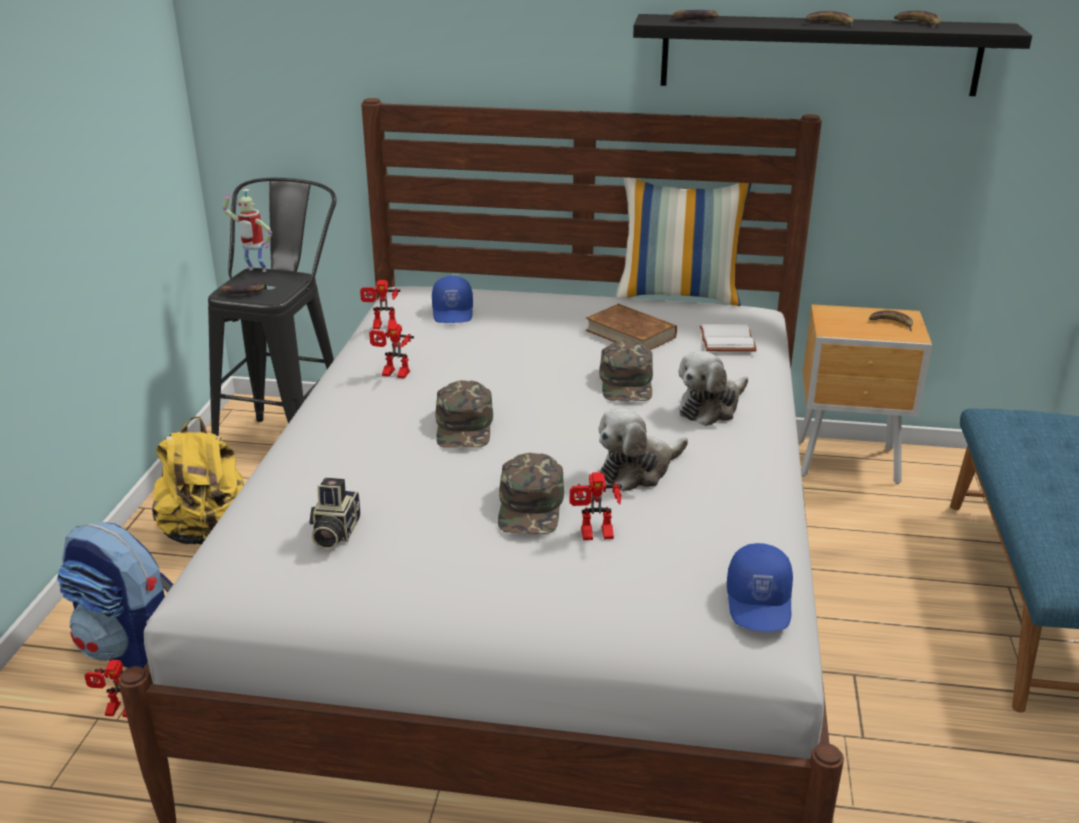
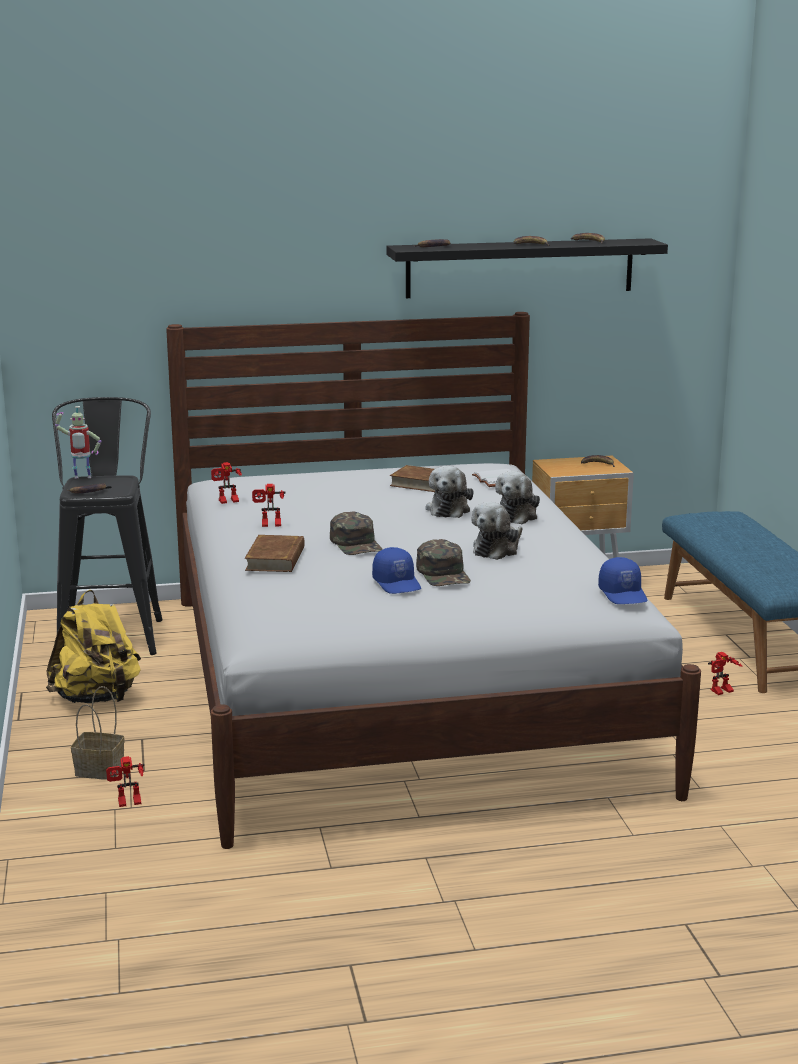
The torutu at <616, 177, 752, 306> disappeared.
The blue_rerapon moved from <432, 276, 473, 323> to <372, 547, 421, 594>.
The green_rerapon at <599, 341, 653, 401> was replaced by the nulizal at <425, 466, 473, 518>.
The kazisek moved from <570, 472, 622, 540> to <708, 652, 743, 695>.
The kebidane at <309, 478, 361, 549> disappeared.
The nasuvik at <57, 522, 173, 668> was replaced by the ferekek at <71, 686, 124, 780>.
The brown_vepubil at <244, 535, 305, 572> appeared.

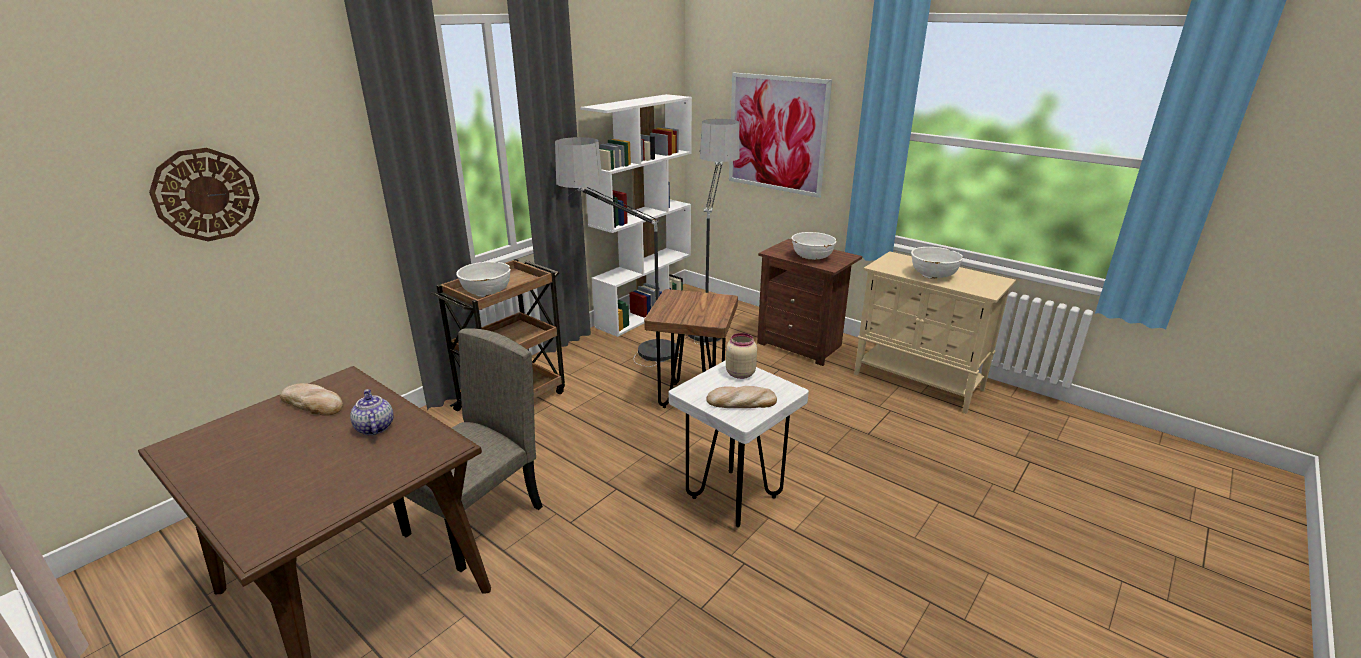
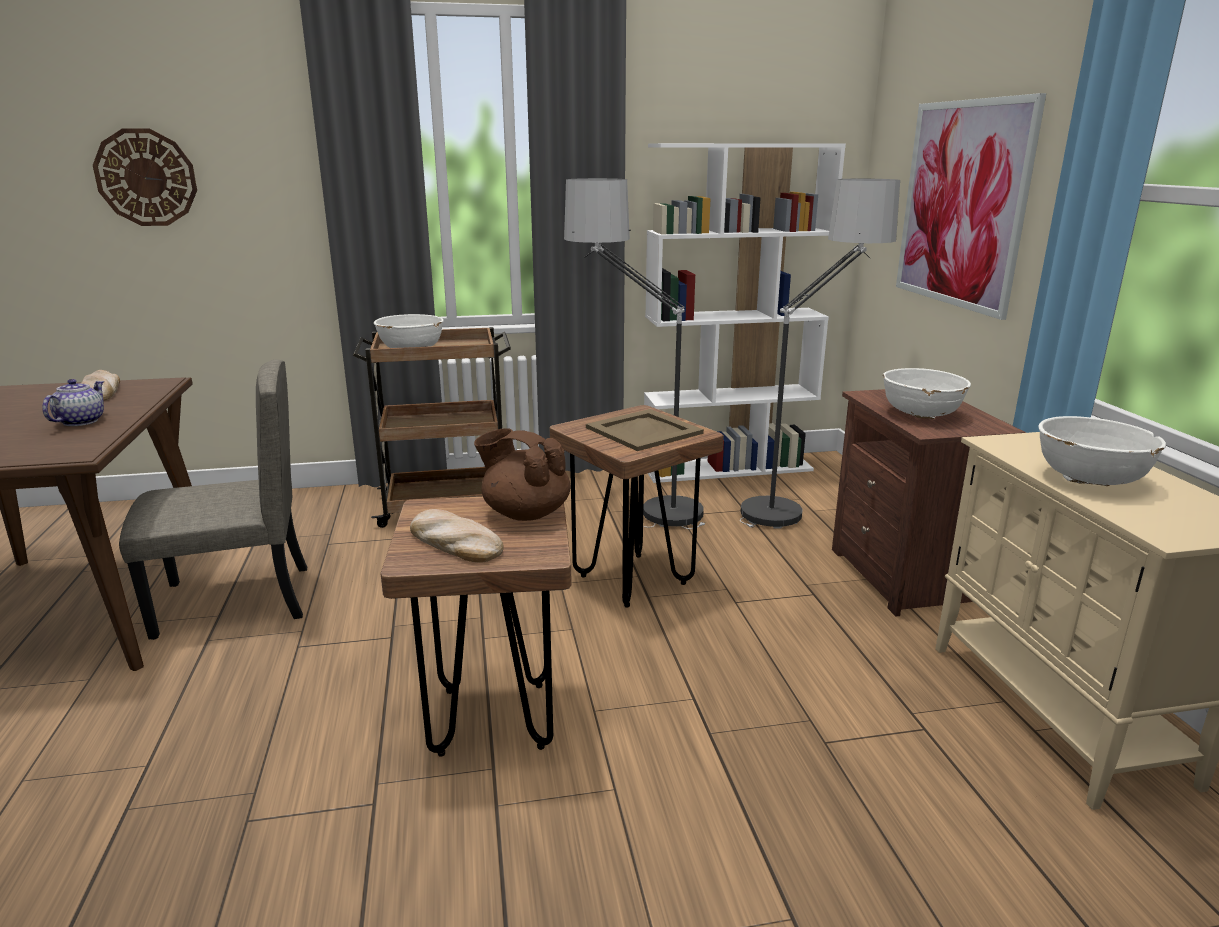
The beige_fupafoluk at <726, 333, 757, 379> was replaced by the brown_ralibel at <474, 428, 570, 521>.
The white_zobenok at <668, 360, 809, 527> became the brown_zobenok at <380, 497, 572, 757>.
The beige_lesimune at <586, 409, 704, 451> appeared.

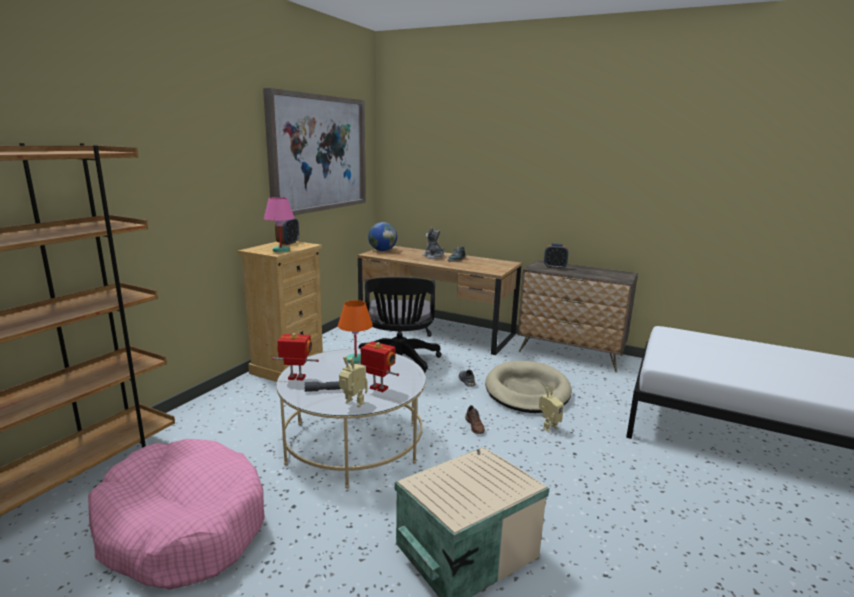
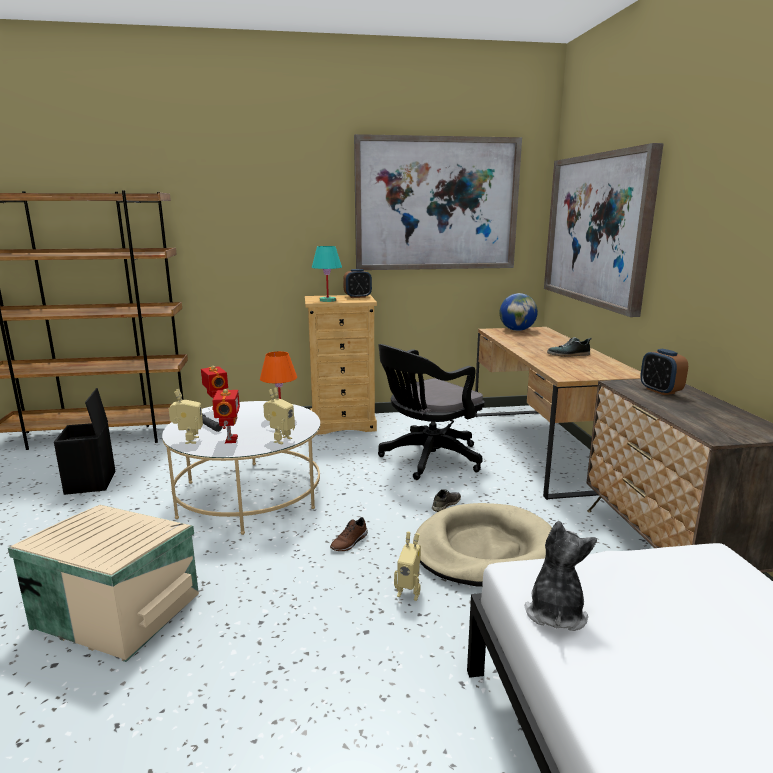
The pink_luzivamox at <264, 197, 294, 252> became the turquoise_luzivamox at <312, 246, 342, 302>.
The nulizal moved from <422, 227, 444, 259> to <525, 521, 597, 631>.
The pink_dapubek at <88, 439, 265, 590> was replaced by the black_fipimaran at <54, 388, 115, 495>.
The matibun at <544, 143, 664, 317> appeared.
The kazisek at <263, 387, 295, 444> appeared.

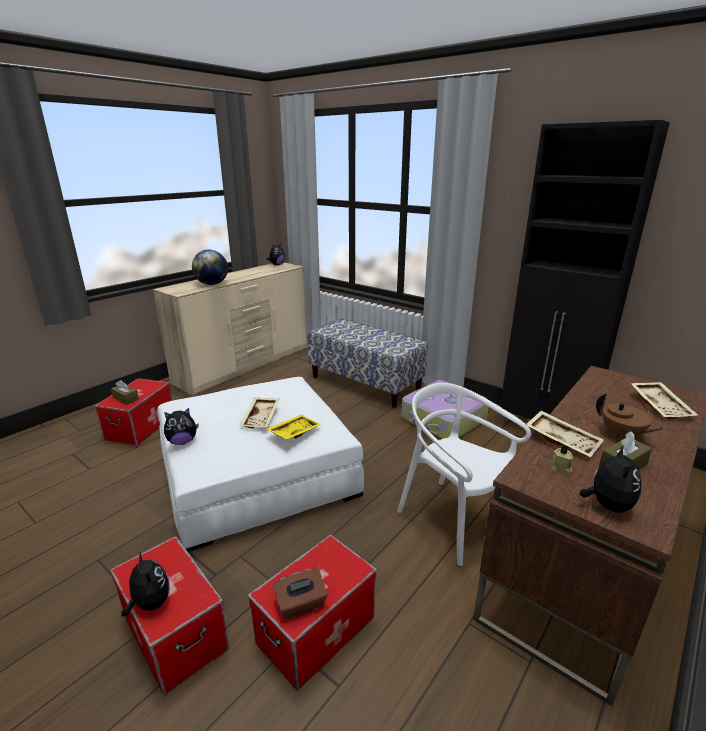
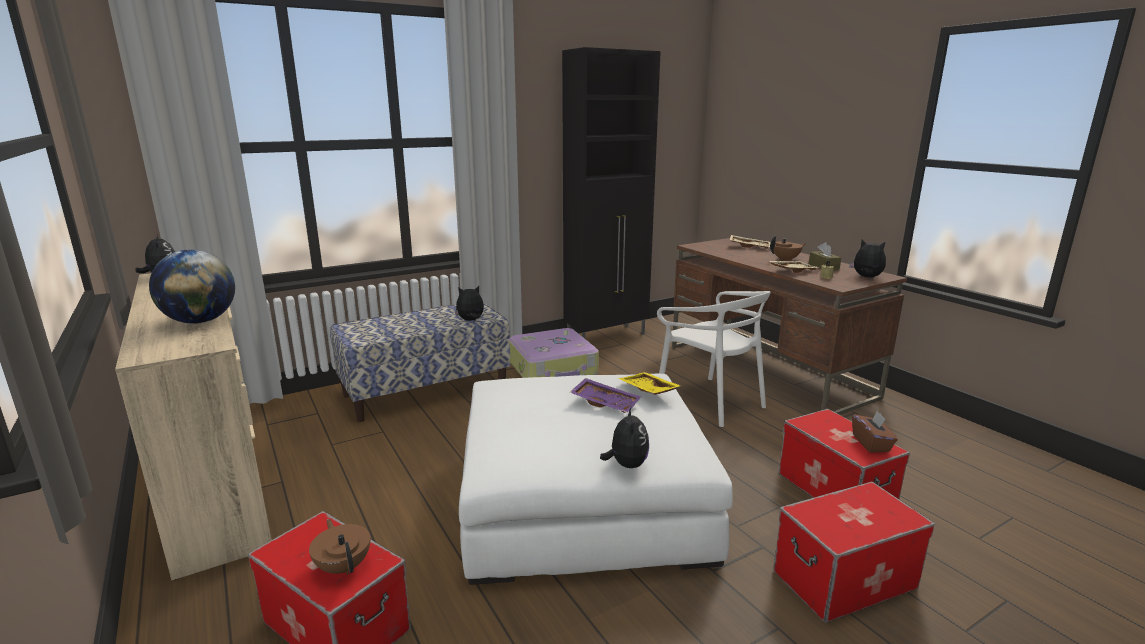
The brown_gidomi at <111, 380, 139, 405> was replaced by the brown_ralibel at <309, 519, 370, 575>.
The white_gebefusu at <397, 383, 531, 566> turned 105 degrees counterclockwise.
The beige_lesimune at <240, 398, 279, 428> became the purple_lesimune at <570, 378, 641, 413>.
The nulizal moved from <121, 551, 170, 617> to <455, 286, 484, 321>.

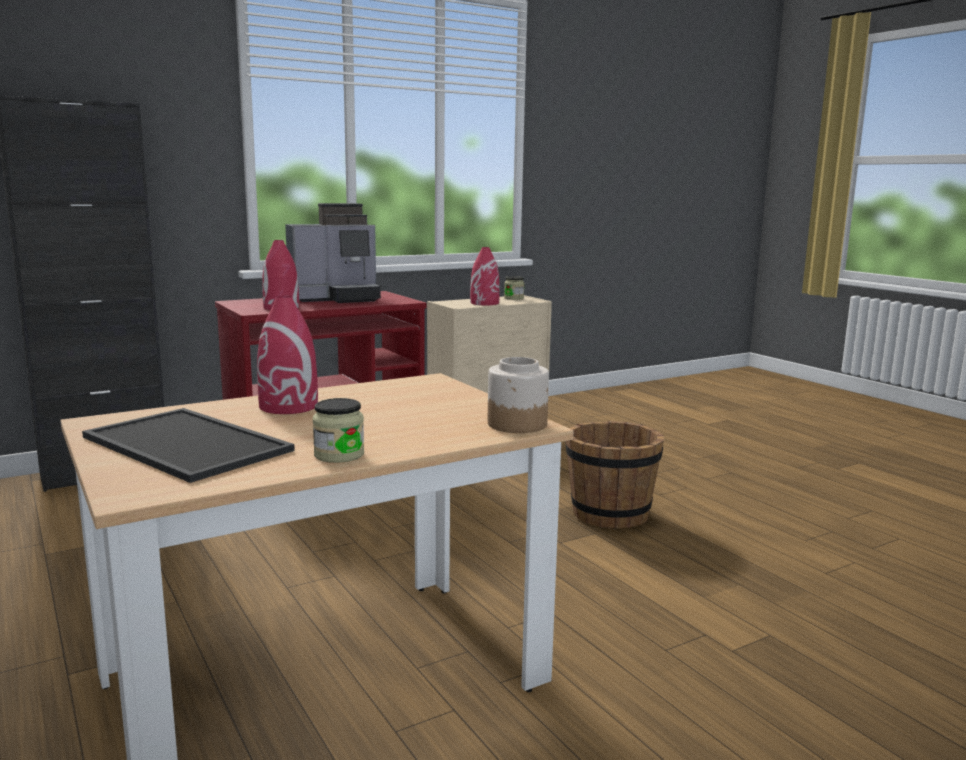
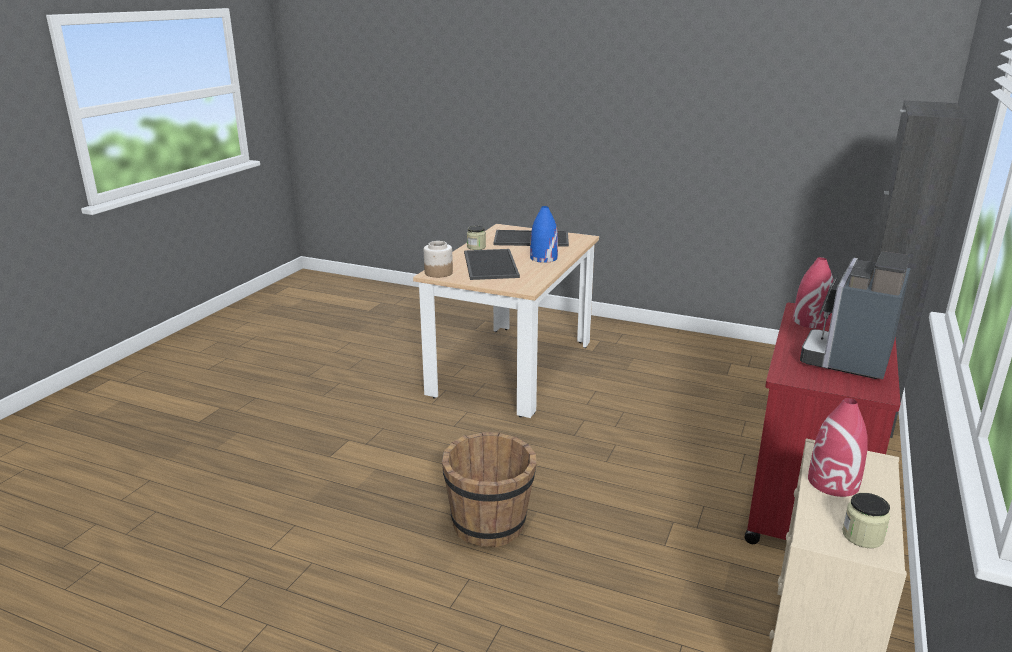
The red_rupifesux at <257, 296, 318, 414> became the blue_rupifesux at <530, 206, 558, 263>.
The lesimune at <464, 249, 520, 280> appeared.

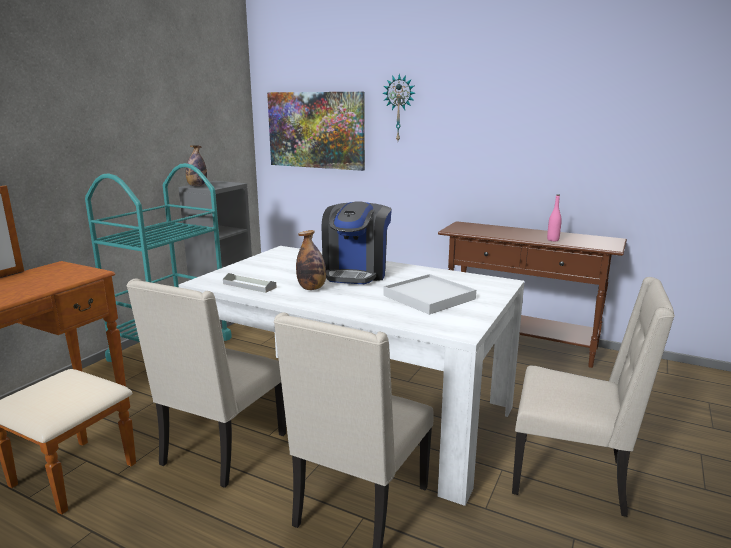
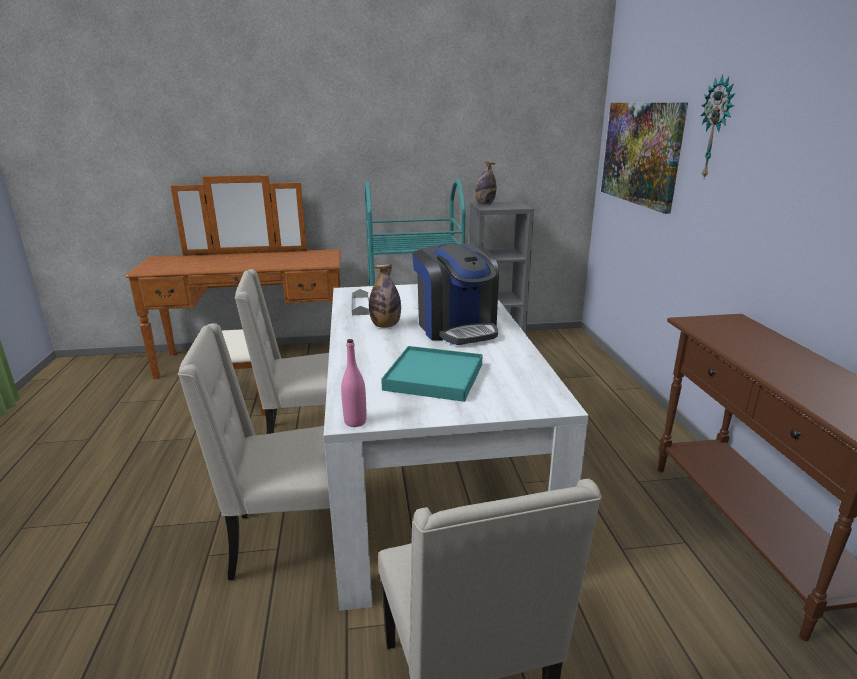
The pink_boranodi moved from <547, 194, 562, 241> to <341, 339, 367, 427>.
The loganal at <322, 201, 392, 284> turned 90 degrees counterclockwise.
The white_lesimune at <383, 274, 476, 315> became the turquoise_lesimune at <381, 346, 483, 402>.

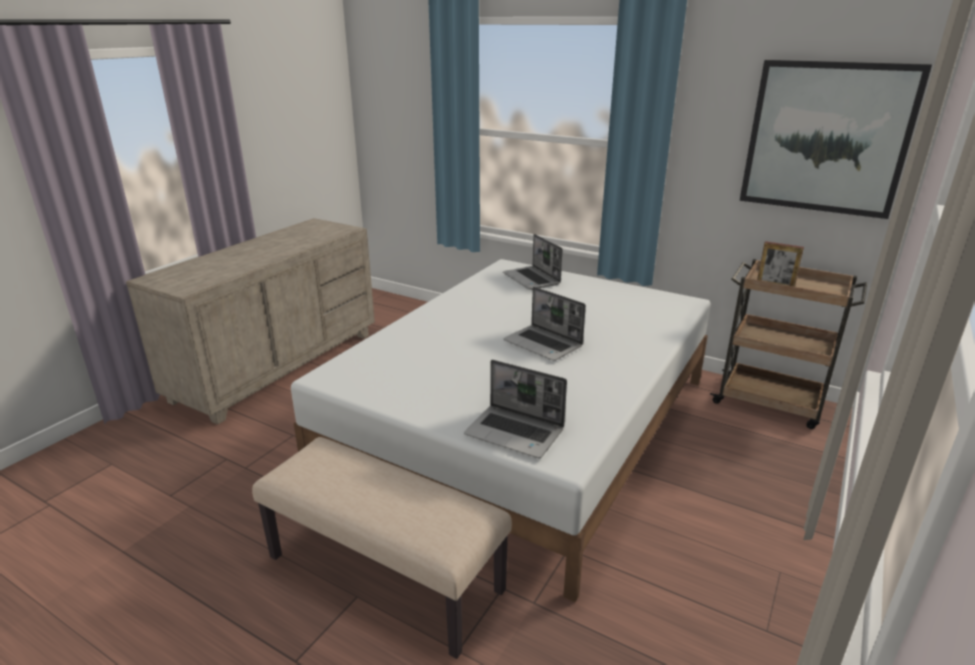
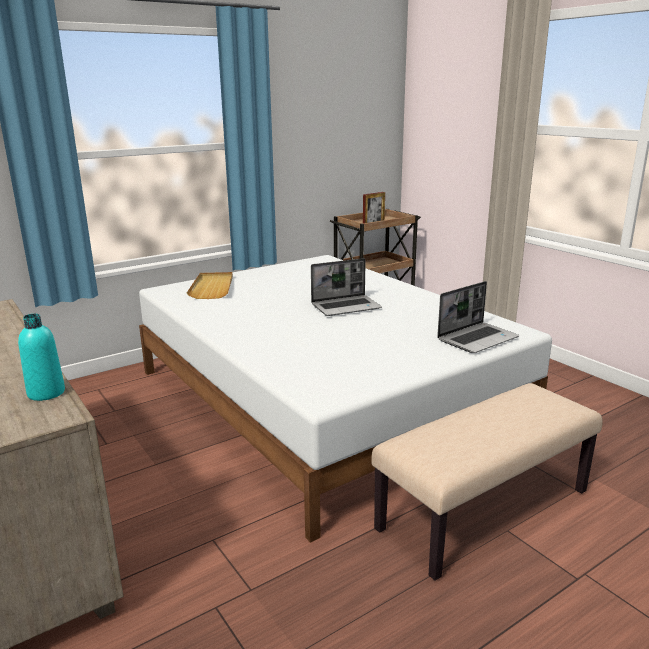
The matibun at <740, 60, 932, 219> disappeared.
The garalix at <503, 234, 562, 290> was replaced by the beige_lesimune at <187, 272, 233, 299>.
The turquoise_boranodi at <18, 314, 65, 401> appeared.

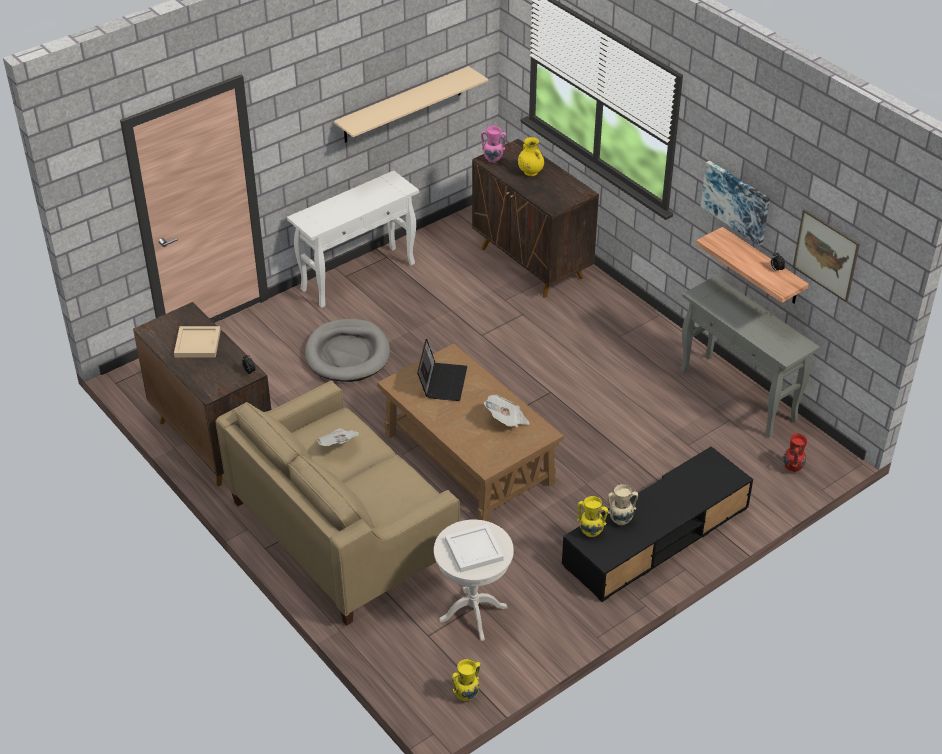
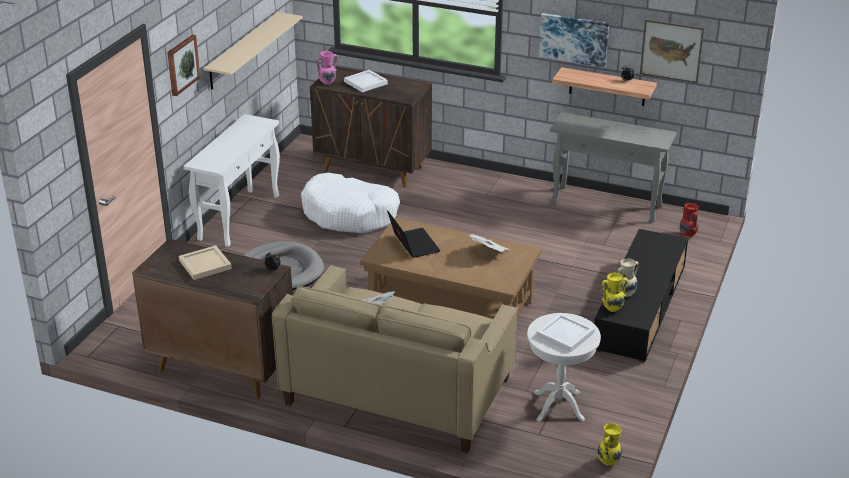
The yellow_rupifesux at <518, 137, 544, 176> was replaced by the white_lesimune at <344, 70, 388, 92>.
The matibun at <167, 35, 200, 96> appeared.
The white_dapubek at <301, 173, 400, 233> appeared.

